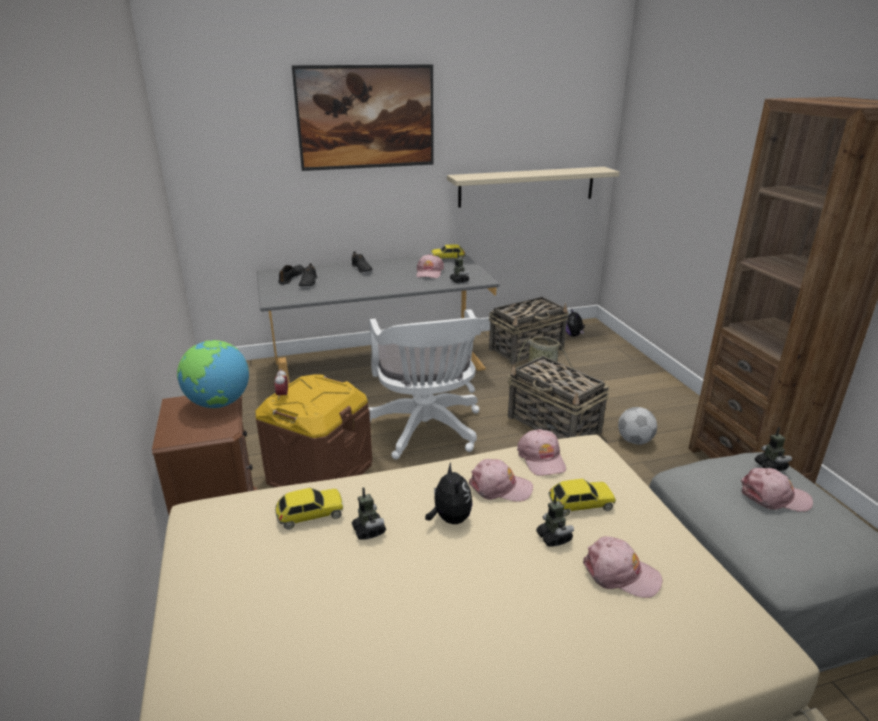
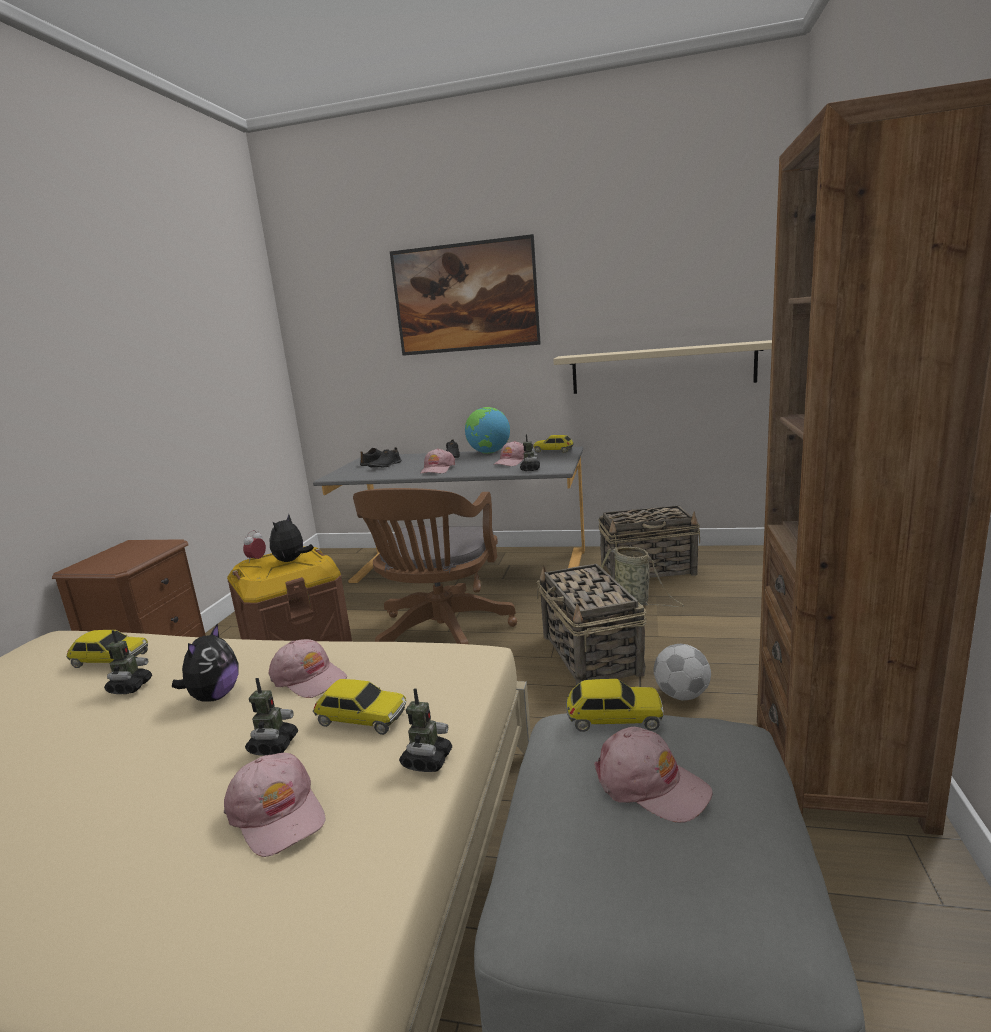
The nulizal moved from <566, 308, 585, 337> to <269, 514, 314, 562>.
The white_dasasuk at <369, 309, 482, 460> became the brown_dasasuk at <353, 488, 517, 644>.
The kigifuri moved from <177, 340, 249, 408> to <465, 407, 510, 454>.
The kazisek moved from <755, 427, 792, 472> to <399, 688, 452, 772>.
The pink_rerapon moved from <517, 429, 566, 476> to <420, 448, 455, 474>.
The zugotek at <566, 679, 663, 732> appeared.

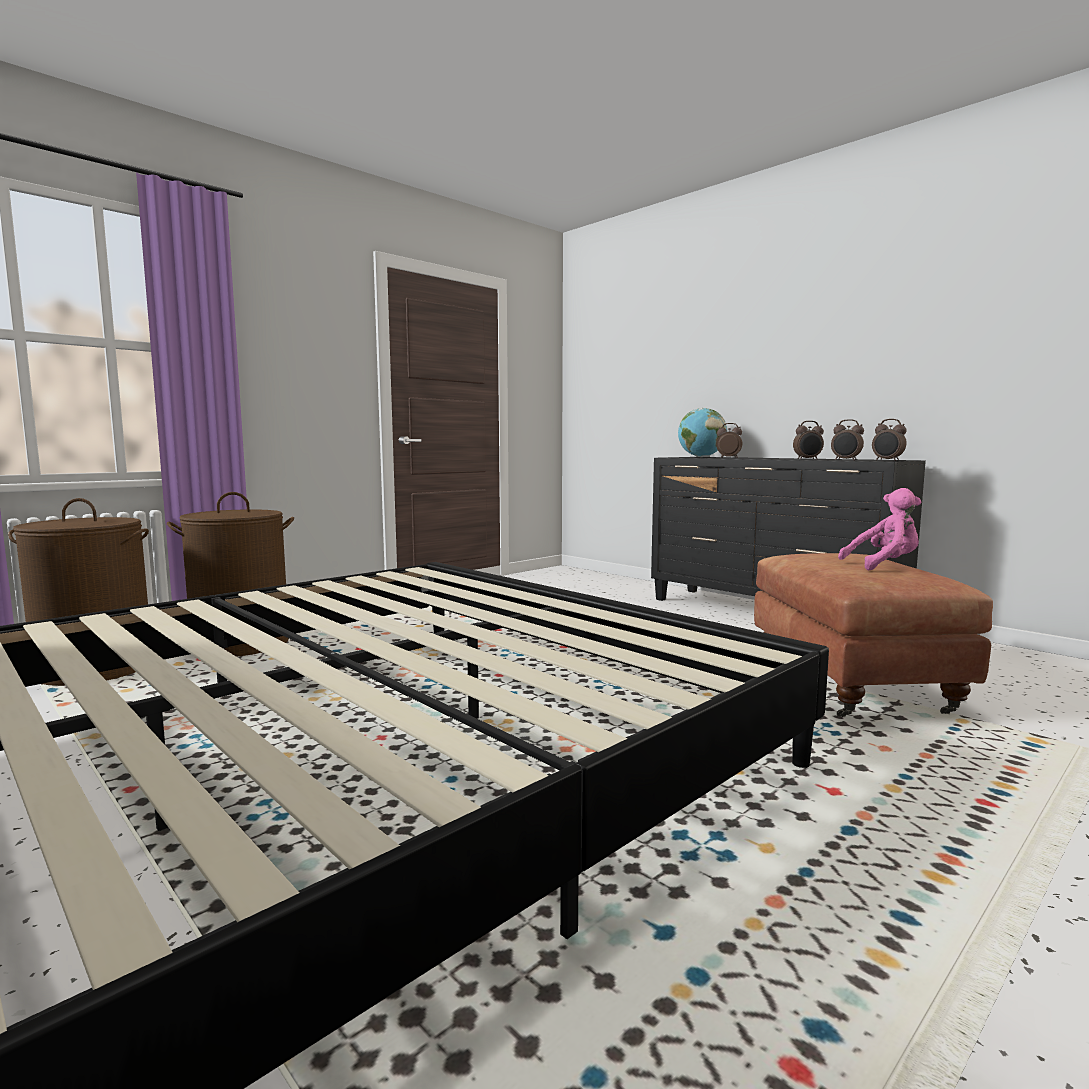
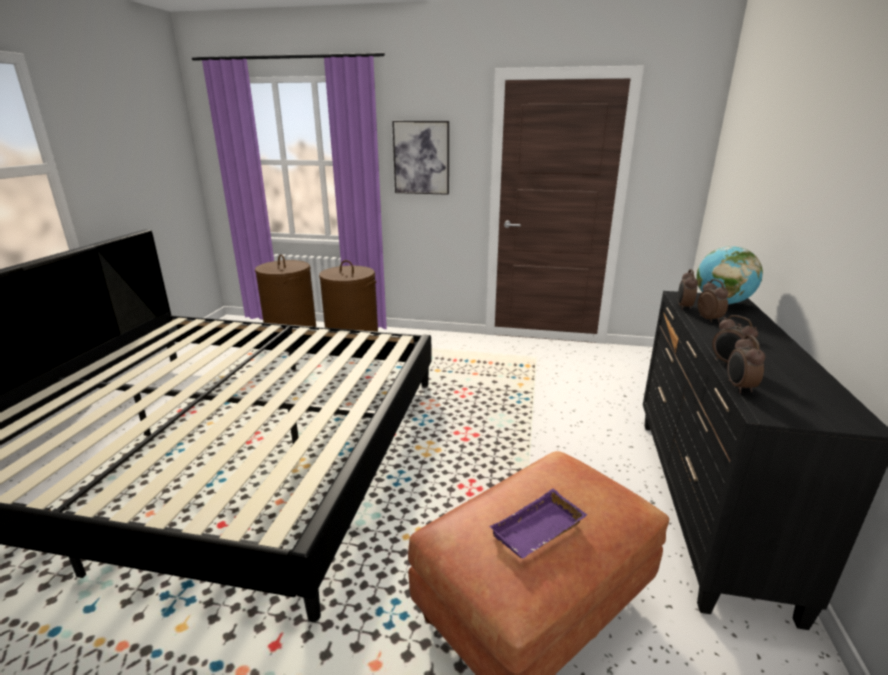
The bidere moved from <872, 419, 907, 461> to <678, 269, 698, 310>.
The pink_nulizal at <838, 488, 922, 571> was replaced by the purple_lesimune at <489, 489, 587, 559>.
The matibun at <392, 121, 449, 195> appeared.

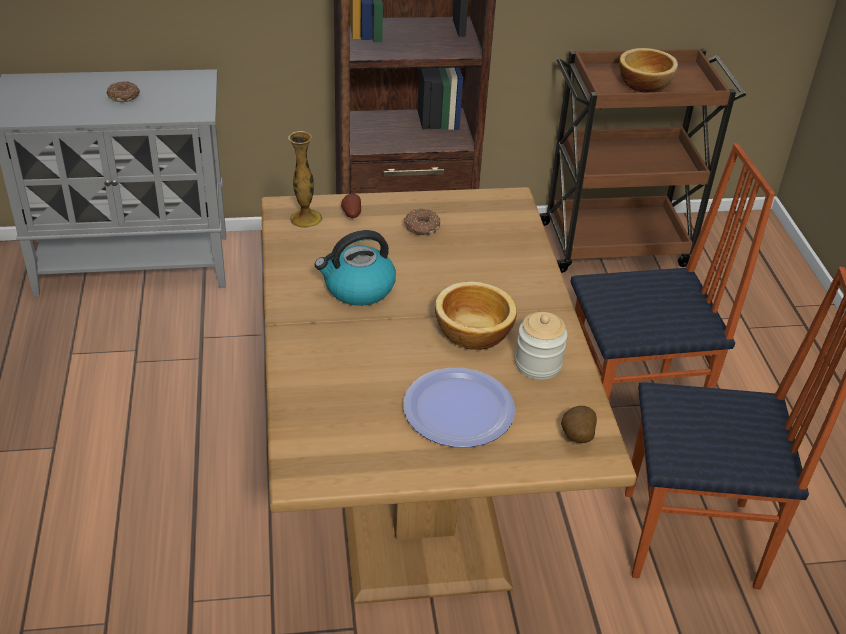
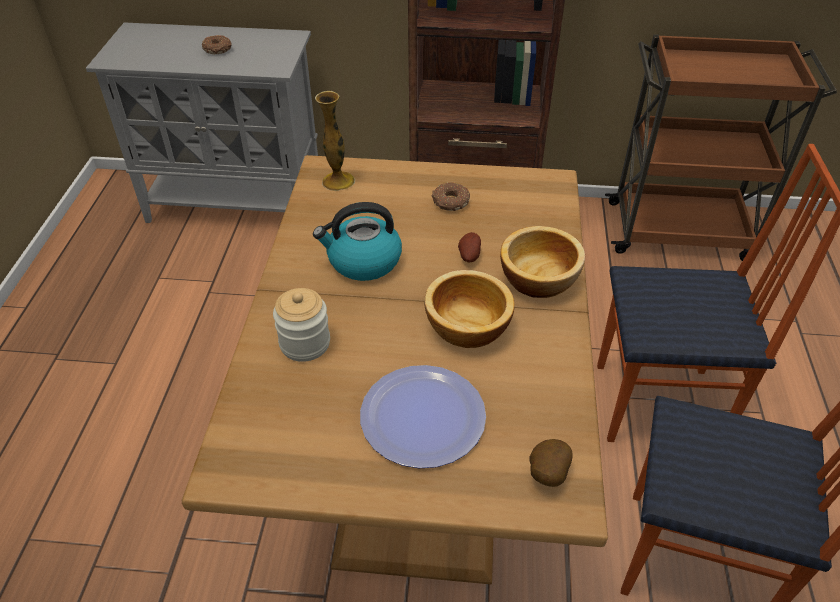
The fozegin moved from <619, 48, 678, 93> to <500, 226, 585, 298>.
The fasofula moved from <341, 193, 361, 218> to <458, 232, 481, 263>.
The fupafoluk moved from <515, 312, 567, 380> to <273, 288, 330, 362>.

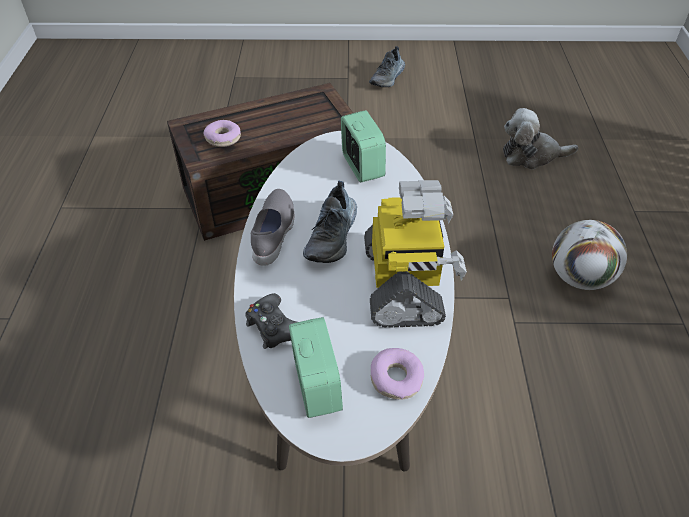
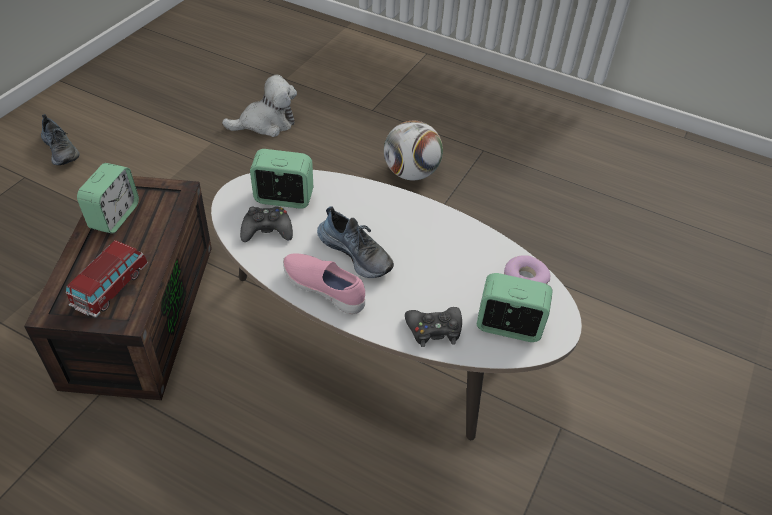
The nulizal at <503, 108, 578, 169> turned 135 degrees counterclockwise.
The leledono at <203, 120, 241, 147> was replaced by the zugotek at <66, 240, 148, 318>.
The kazisek at <364, 180, 467, 328> disappeared.
The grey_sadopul at <251, 189, 294, 266> became the pink_sadopul at <283, 254, 365, 314>.
The bidere at <77, 163, 139, 234> appeared.
The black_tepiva at <240, 206, 293, 242> appeared.

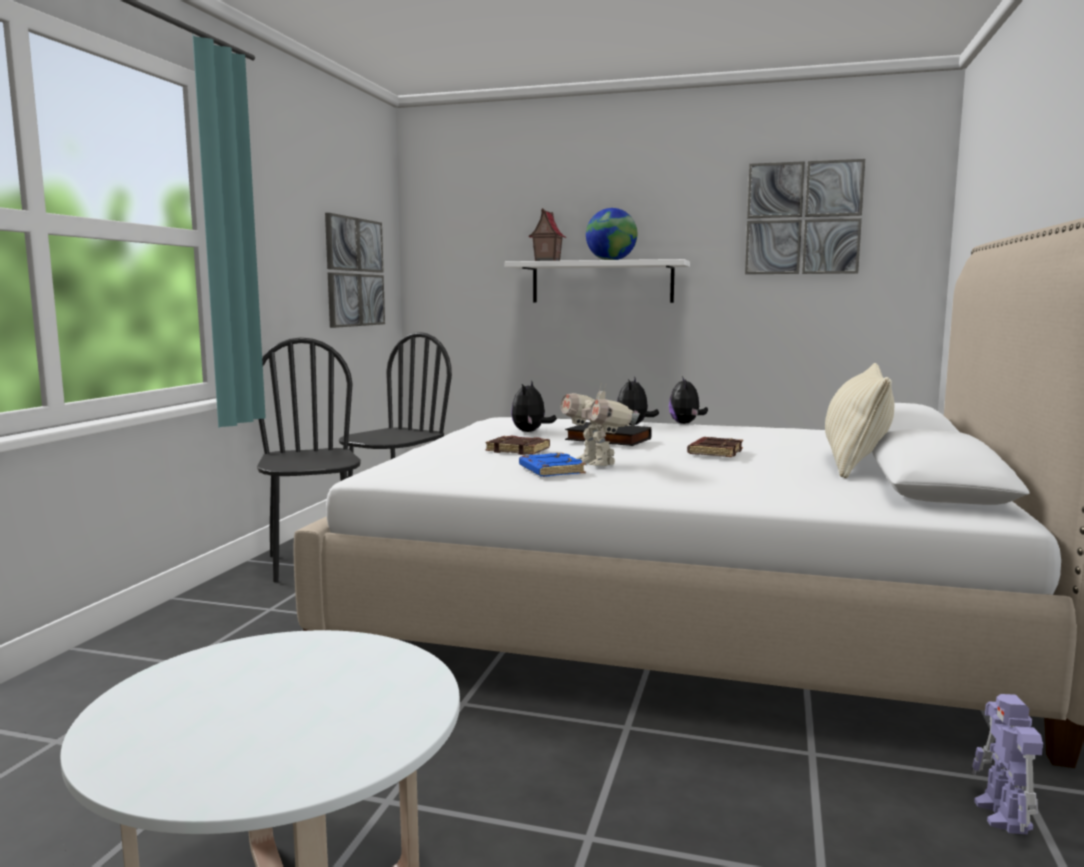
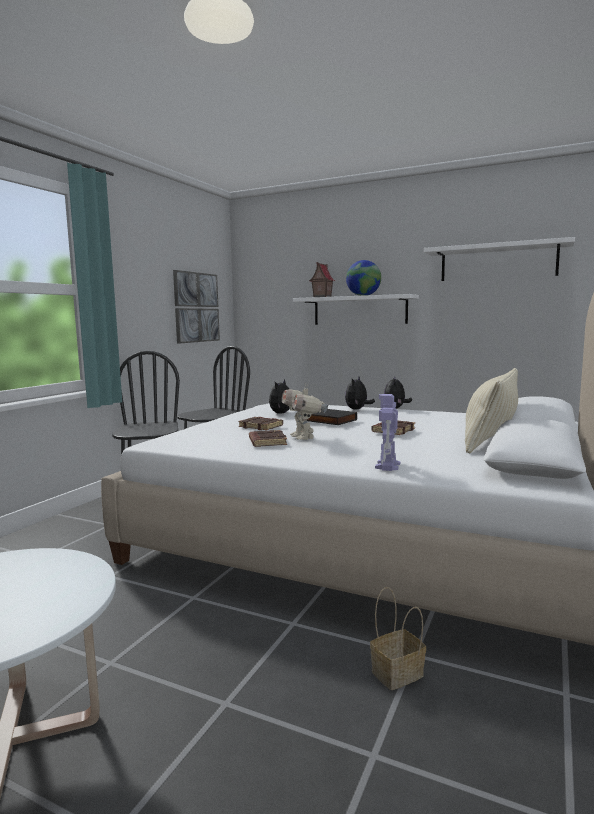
The matibun at <745, 159, 865, 274> was replaced by the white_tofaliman at <424, 237, 575, 281>.
The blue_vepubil at <519, 453, 586, 477> became the brown_vepubil at <249, 430, 287, 447>.
The kazisek moved from <972, 694, 1043, 834> to <375, 394, 400, 471>.
The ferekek at <370, 587, 426, 690> appeared.

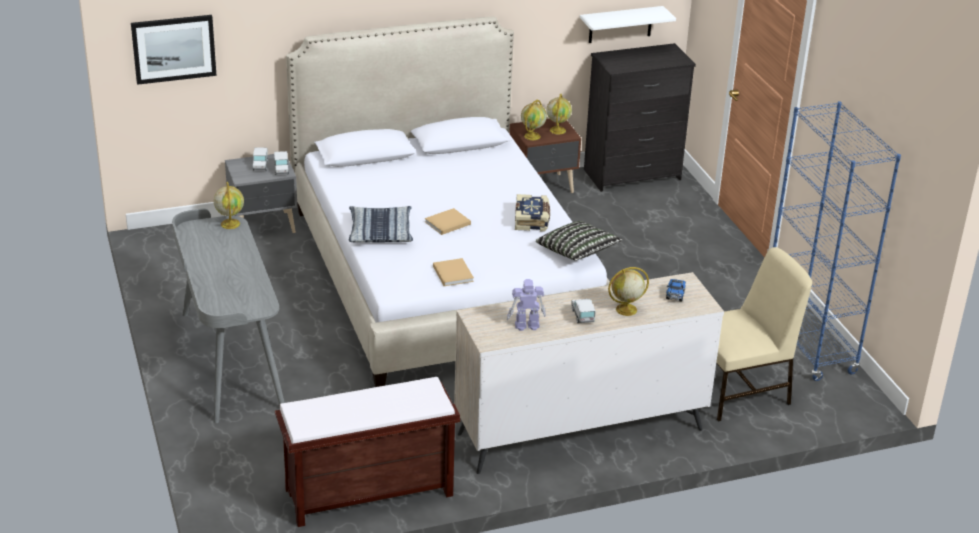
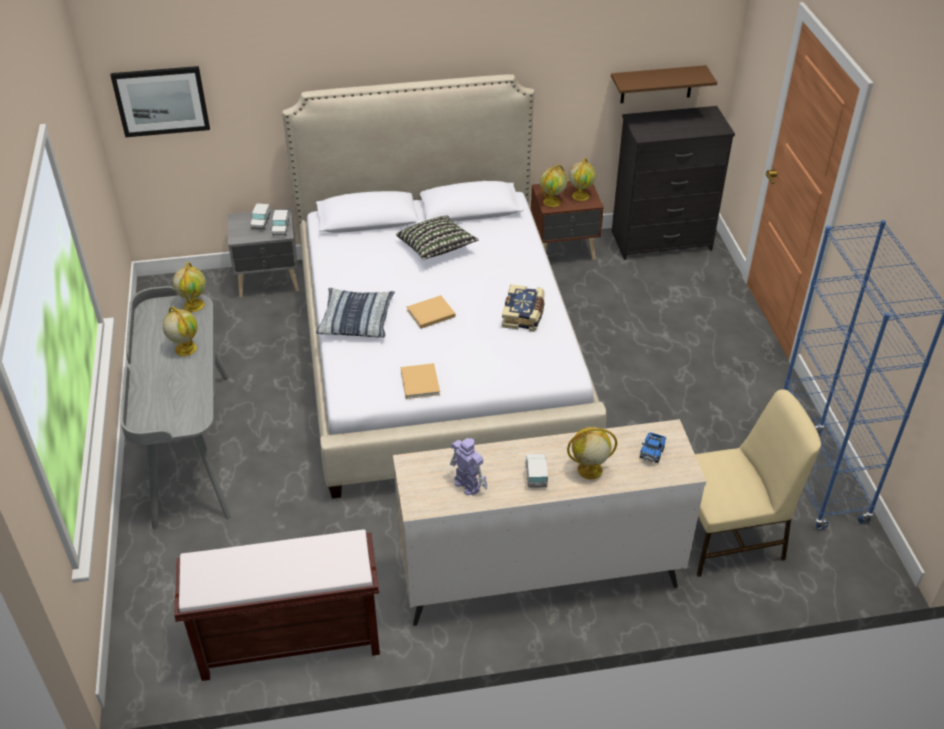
The white_tofaliman at <580, 6, 676, 43> became the brown_tofaliman at <611, 65, 717, 103>.
The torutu moved from <536, 221, 623, 261> to <396, 216, 479, 260>.
The kazisek at <507, 279, 546, 331> turned 45 degrees clockwise.
The kigifuri at <163, 307, 198, 356> appeared.

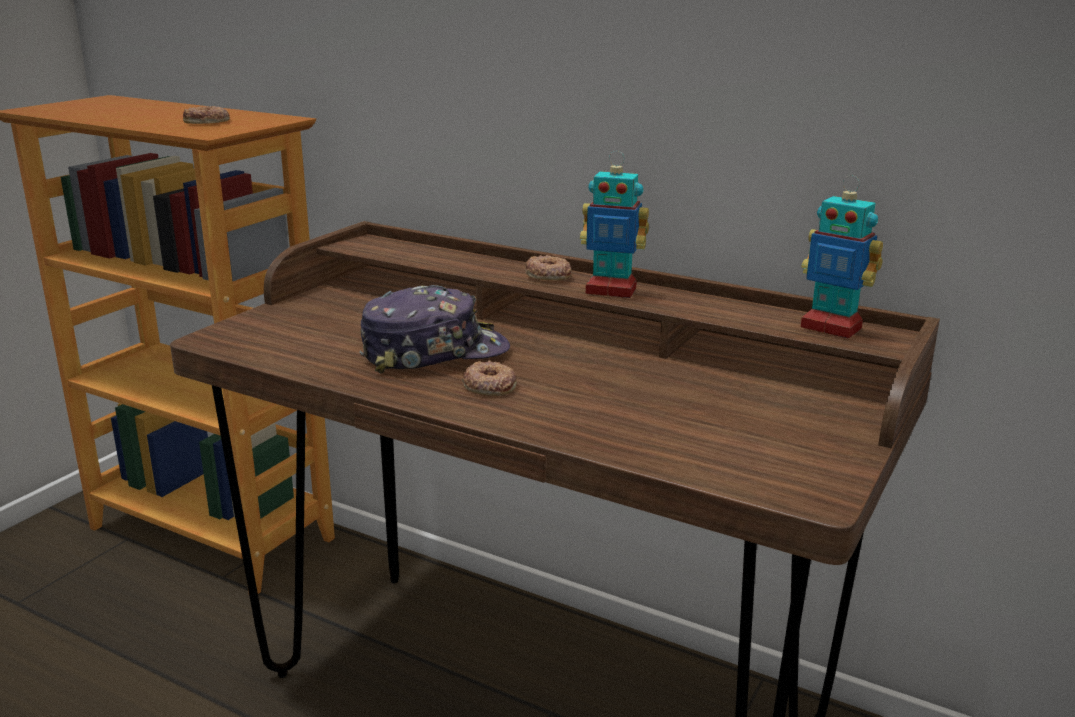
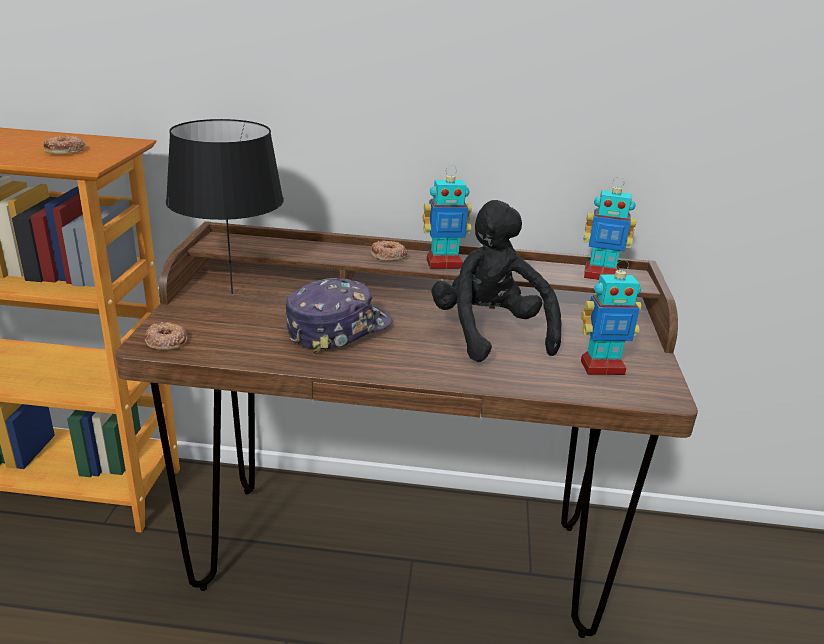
The leledono moved from <462, 360, 517, 396> to <145, 322, 187, 350>.
The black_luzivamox at <166, 119, 284, 294> appeared.
The black_nulizal at <431, 200, 561, 362> appeared.
The kazisek at <581, 260, 641, 375> appeared.

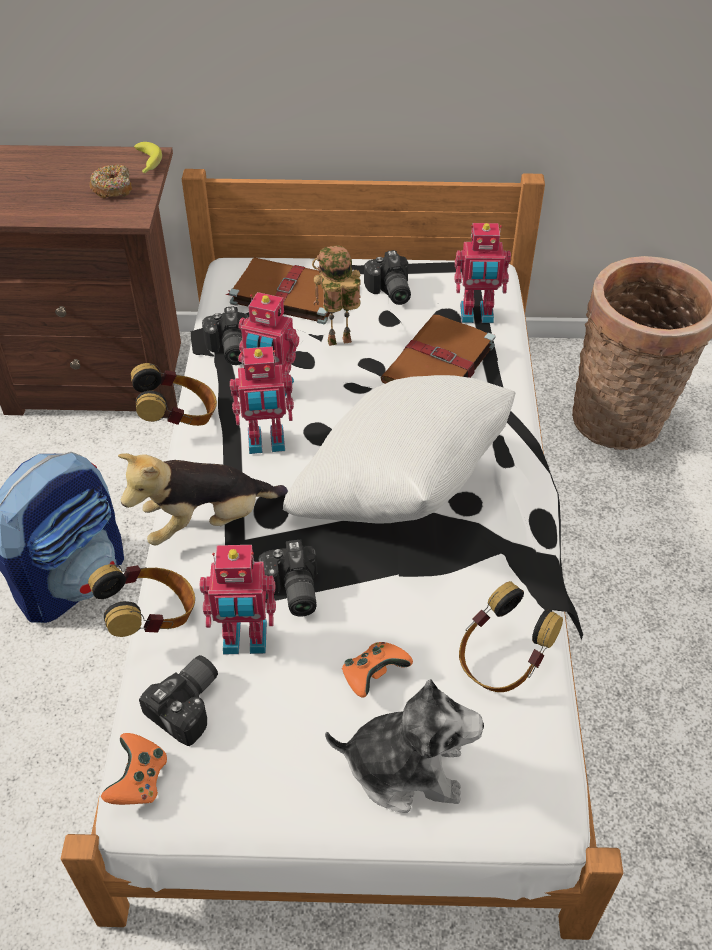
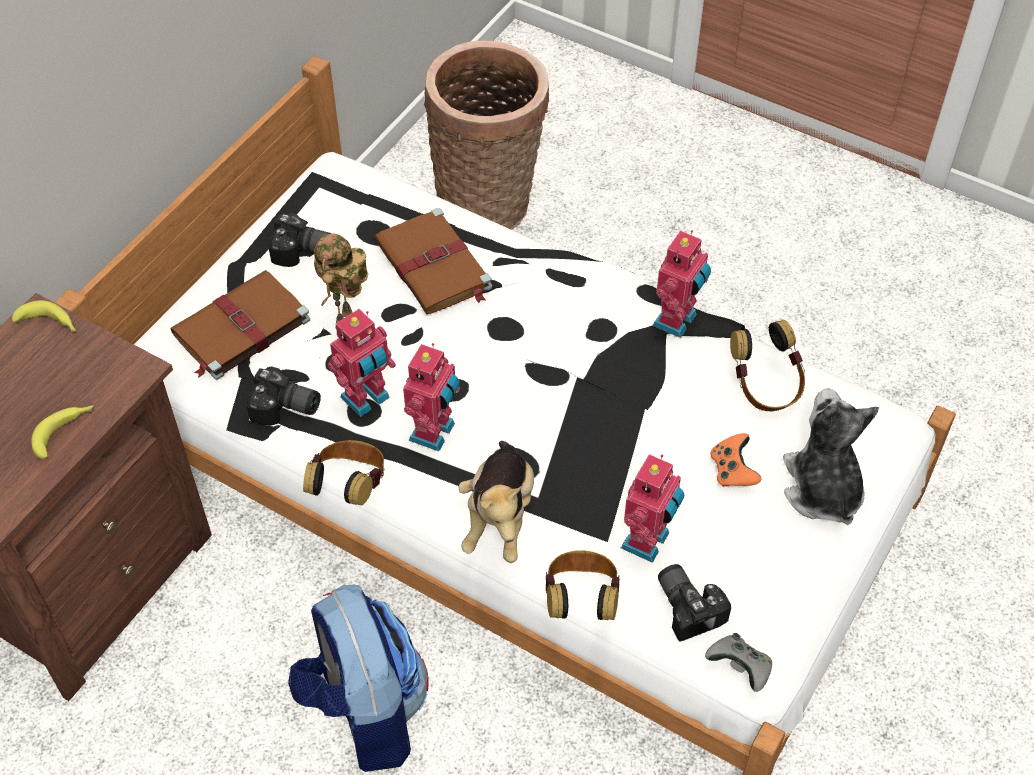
The leledono at <90, 164, 132, 199> disappeared.
The kazisek moved from <455, 223, 511, 323> to <652, 230, 711, 338>.
The white_torutu at <283, 375, 515, 523> disappeared.
The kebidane at <258, 539, 318, 617> disappeared.
The nulizal at <325, 679, 484, 813> turned 45 degrees counterclockwise.
The orange_tepiva at <101, 733, 167, 805> became the grey_tepiva at <705, 633, 772, 692>.
The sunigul at <31, 405, 94, 459> appeared.

